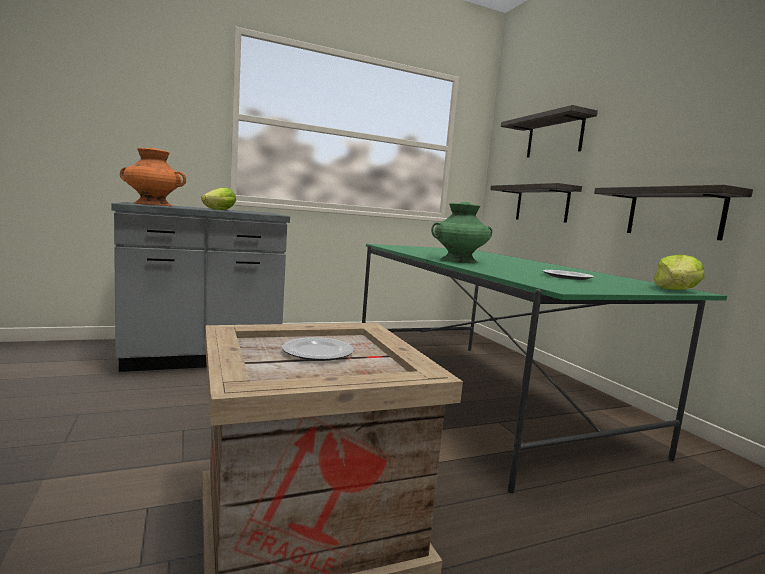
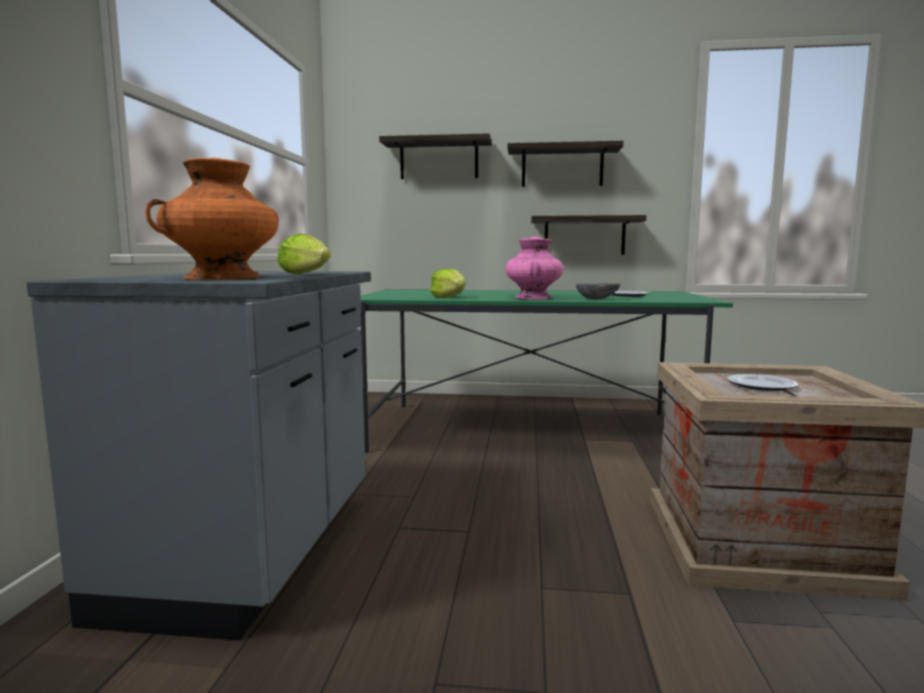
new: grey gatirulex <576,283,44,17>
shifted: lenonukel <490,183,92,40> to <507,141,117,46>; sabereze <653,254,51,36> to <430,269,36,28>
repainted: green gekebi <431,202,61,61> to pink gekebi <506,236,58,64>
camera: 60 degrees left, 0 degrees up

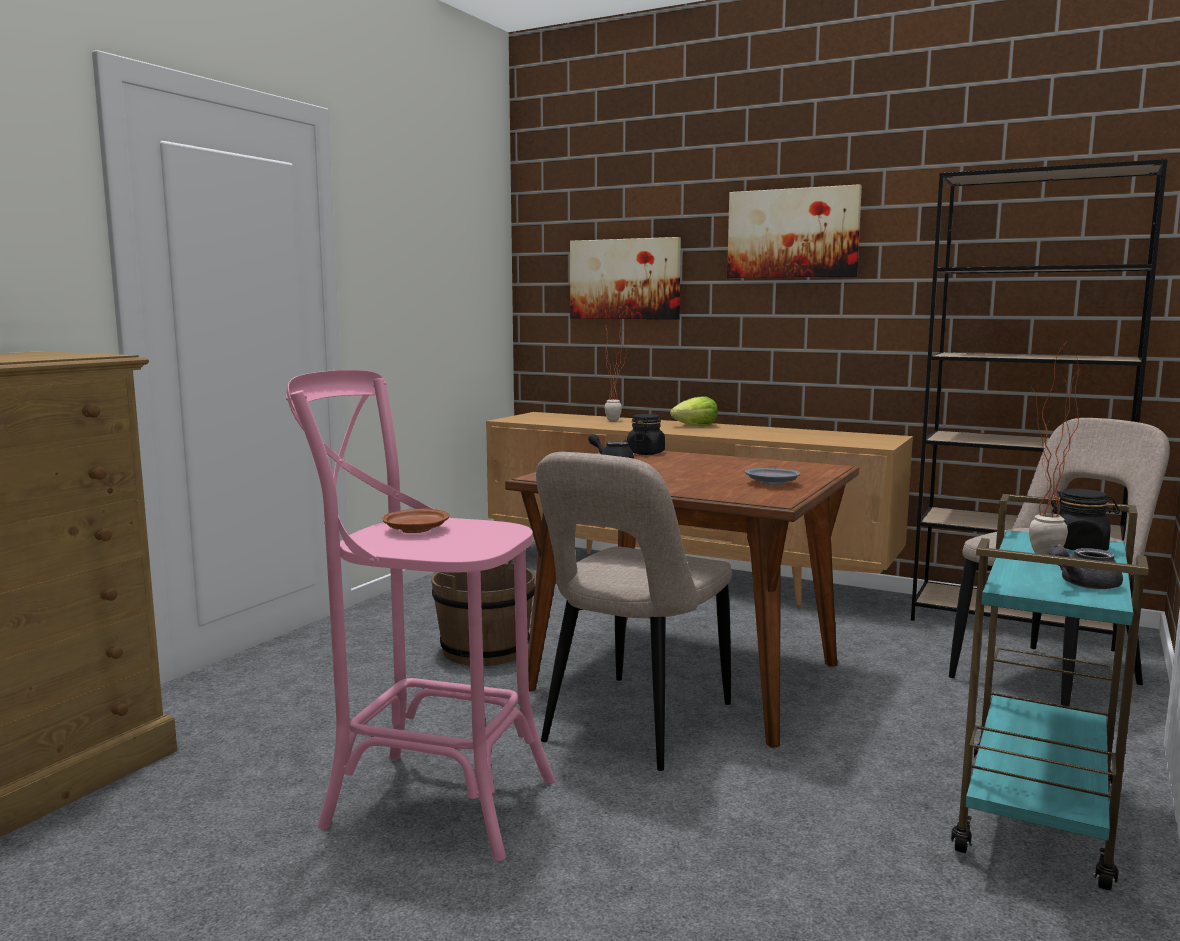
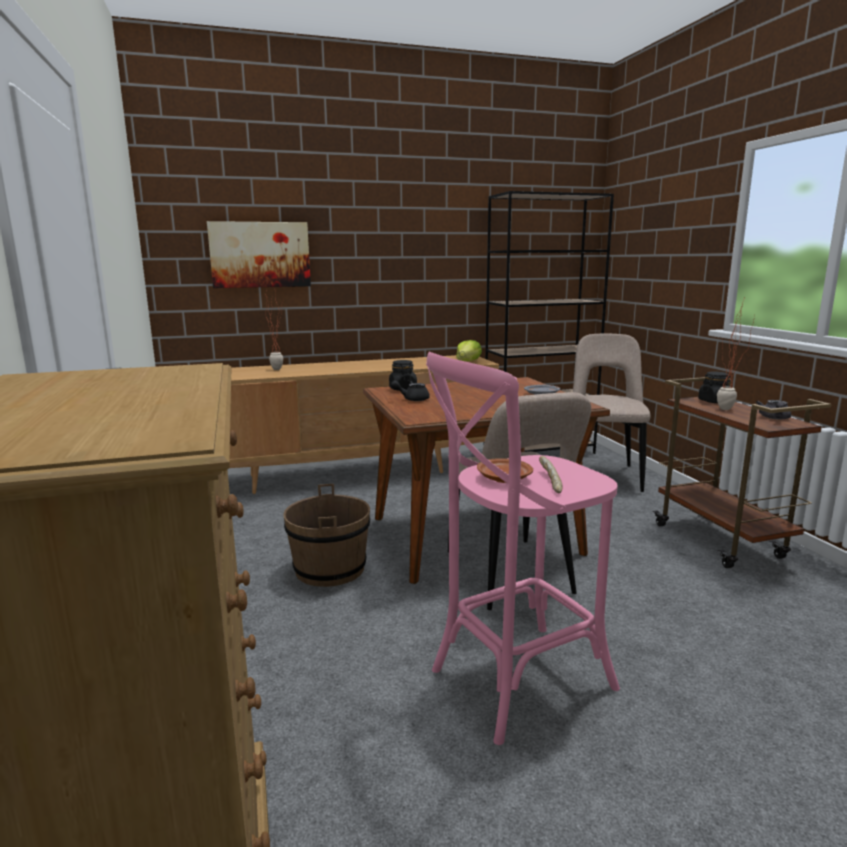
gone: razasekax <727,184,135,94>
new: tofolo <539,456,23,37>
shifted: sabereze <670,396,48,30> to <456,340,26,21>
repainted: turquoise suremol <951,494,198,397> to brown suremol <653,377,178,191>
camera: 45 degrees left, 5 degrees up

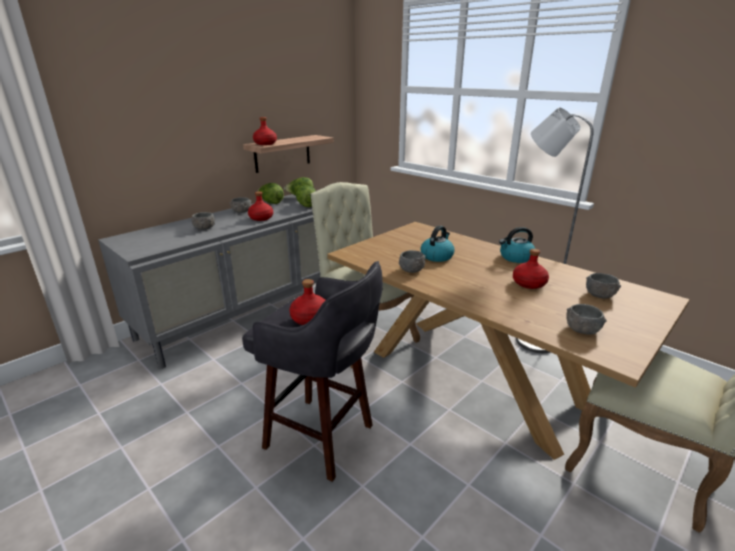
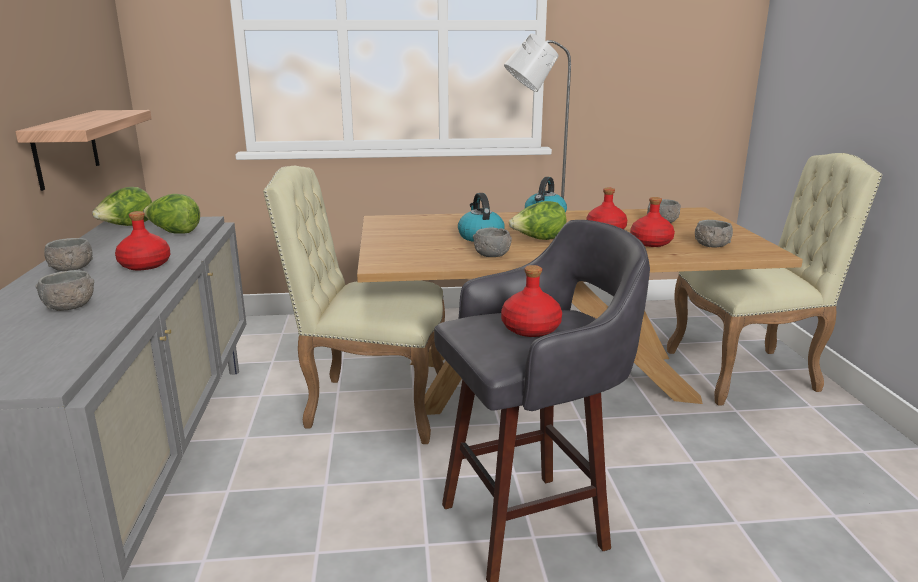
shifted: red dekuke <253,117,24,28> to <630,197,45,50>; sabereze <258,183,26,21> to <509,201,57,39>
camera: 50 degrees left, 5 degrees down

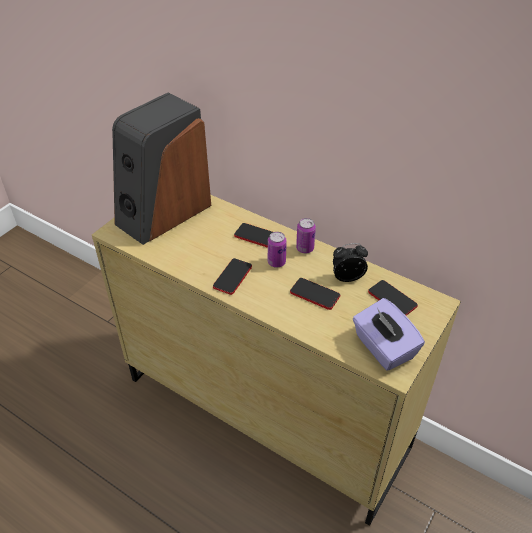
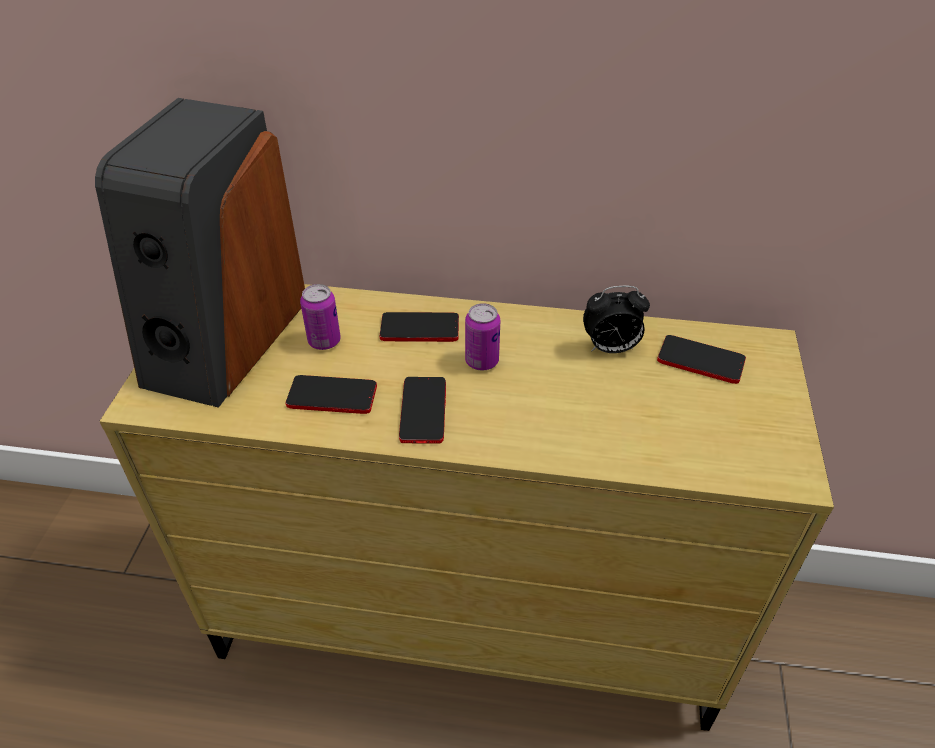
gone: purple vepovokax <353,298,72,73>
shifted: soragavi <290,278,50,32> to <286,375,91,39>; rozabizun <296,218,20,35> to <300,284,41,66>
rotated: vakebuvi <333,243,35,39> = <583,286,67,67> 150 degrees counterclockwise
camera: 25 degrees left, 0 degrees up

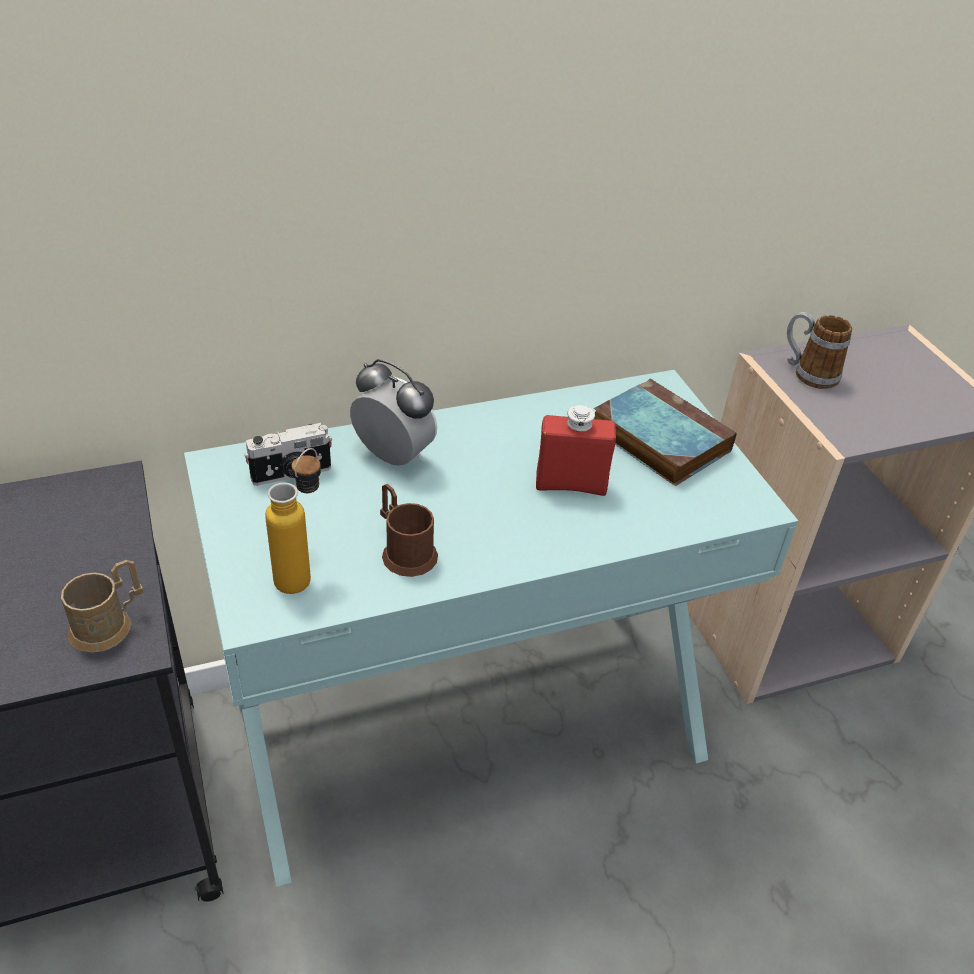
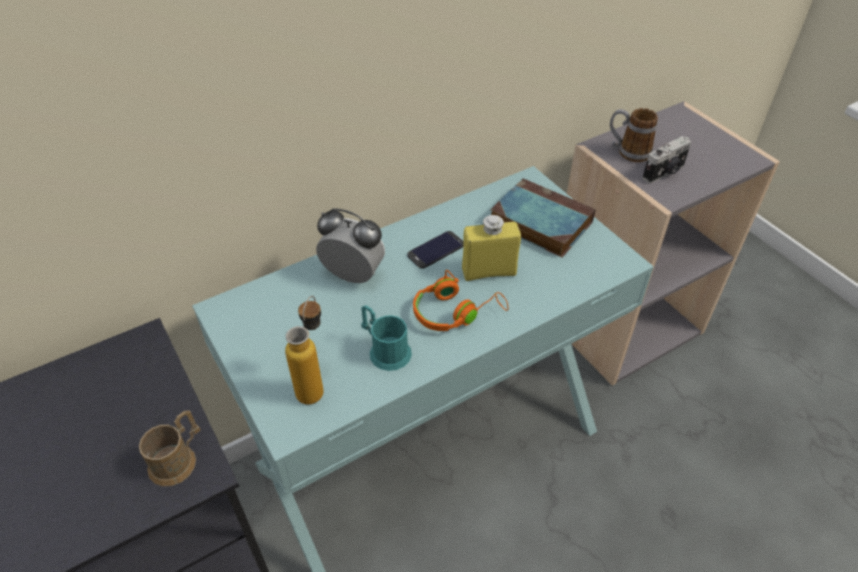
new: soragavi <407,231,57,38>; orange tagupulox <413,270,96,61>
shifted: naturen <244,423,88,63> to <642,136,50,48>
repainted: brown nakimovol <380,484,58,93> to turquoise nakimovol <361,305,51,66>; red dekuke <536,405,80,91> to yellow dekuke <462,215,59,66>
camera: 10 degrees left, 5 degrees up

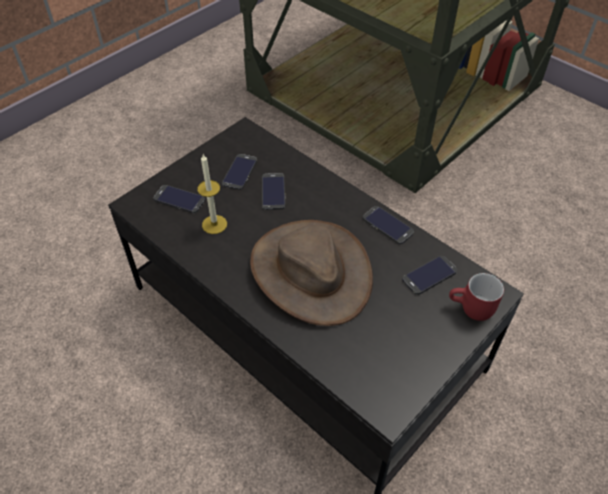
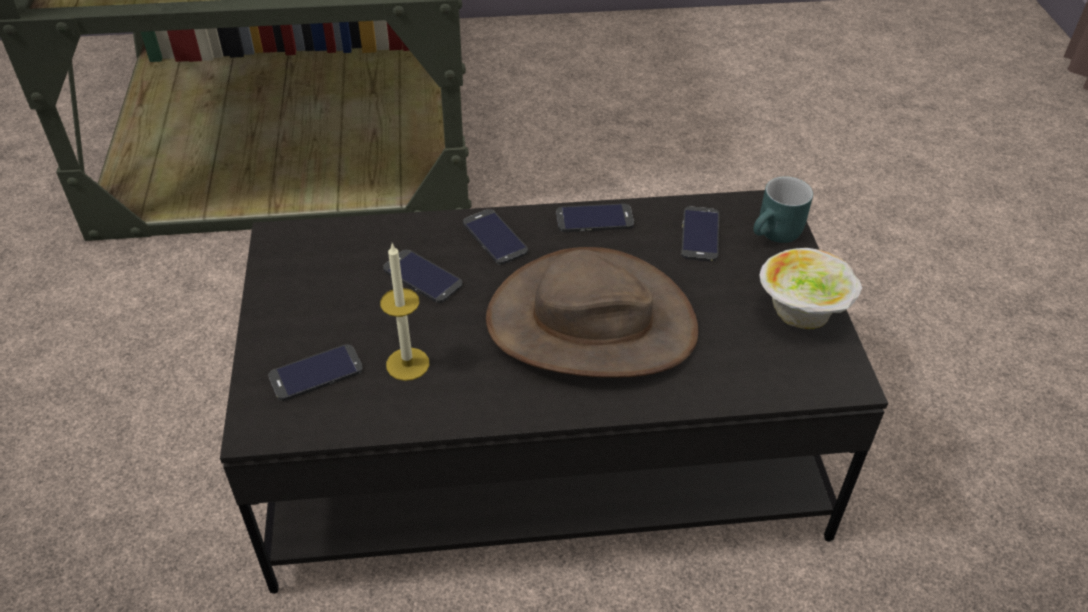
new: gatirulex <760,248,102,81>
shifted: soragavi <222,154,35,36> to <463,209,65,56>
repainted: red nakimovol <449,273,55,48> to turquoise nakimovol <753,176,60,67>
camera: 50 degrees left, 5 degrees down

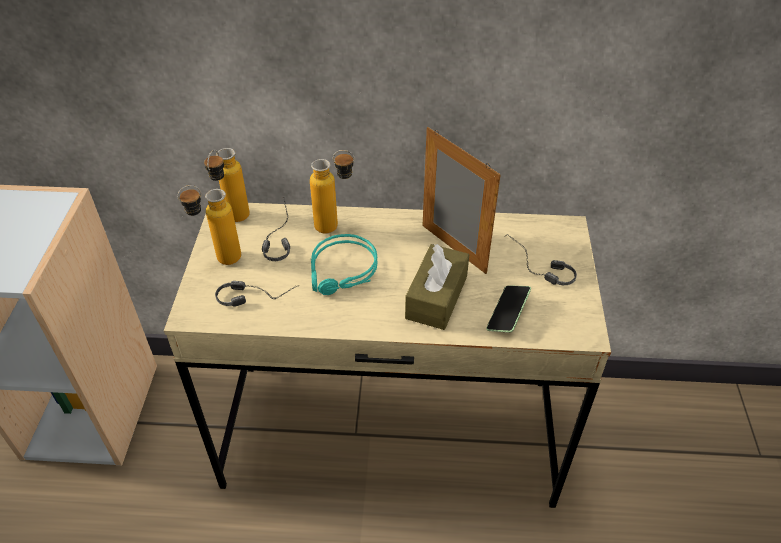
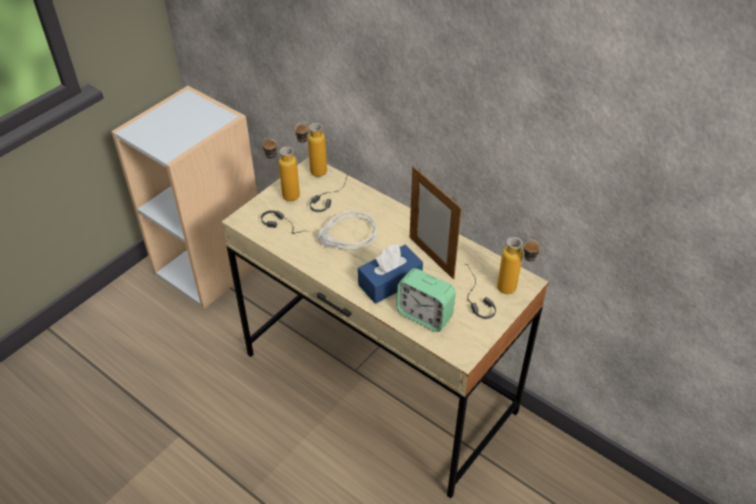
shifted: dekuke <310,150,45,84> to <497,237,43,57>
swapped: soragavi <486,285,45,48> to vakebuvi <396,268,60,64>
repainted: turquoise tagupulox <310,234,68,61> to grey tagupulox <318,211,59,40>; brown vepovokax <405,244,65,86> to blue vepovokax <358,244,65,60>
rotated: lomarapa <422,127,79,147> = <410,166,52,113> 150 degrees clockwise
camera: 35 degrees right, 0 degrees up

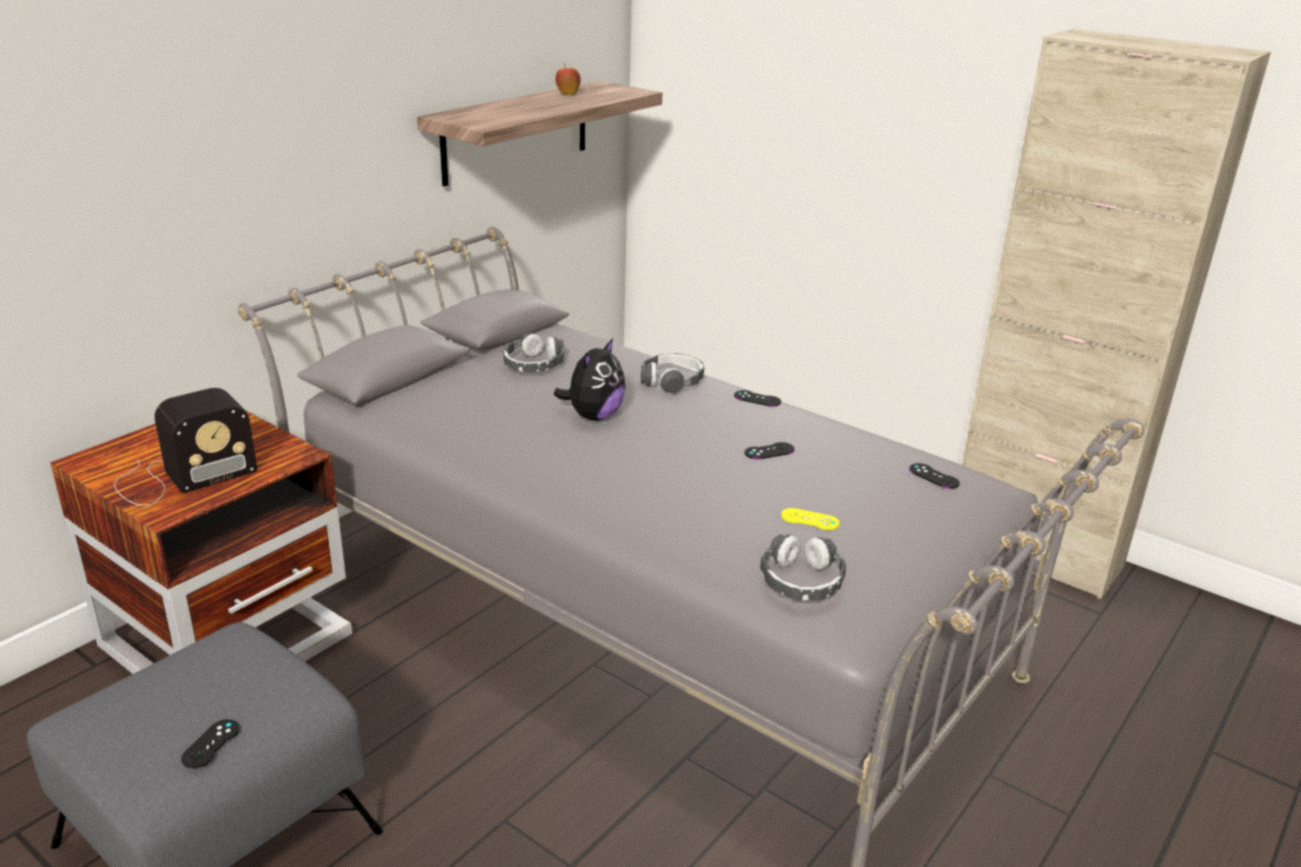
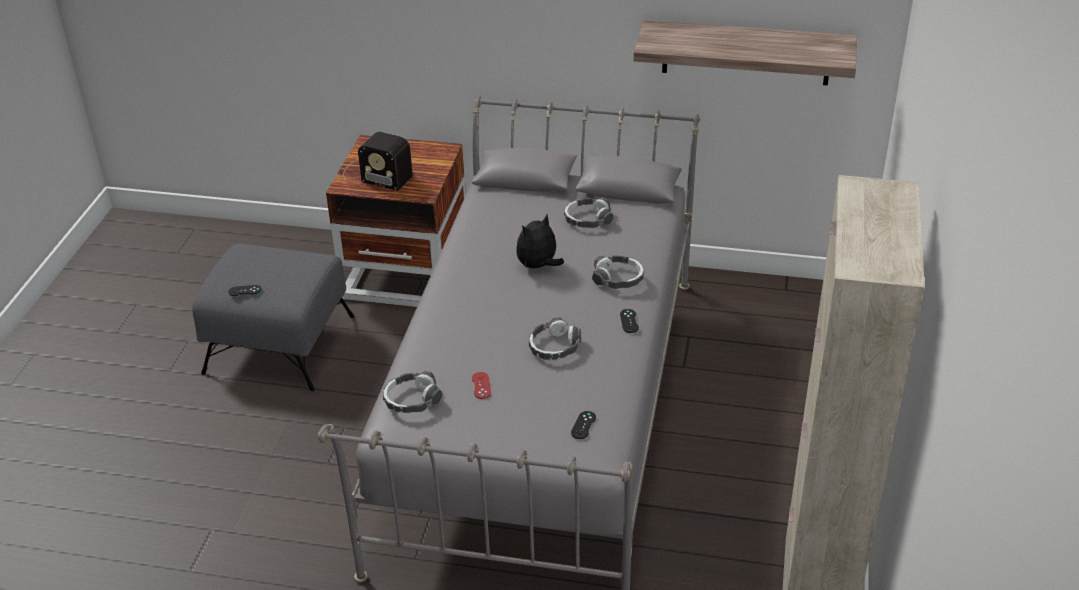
gone: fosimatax <555,63,26,32>
swapped: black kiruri <745,442,49,18> to tagupulox <529,317,52,43>
repainted: yellow kiruri <781,508,59,22> to red kiruri <472,372,19,27>
rotated: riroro <554,338,71,83> = <516,214,48,54> 135 degrees clockwise
camera: 65 degrees right, 10 degrees up

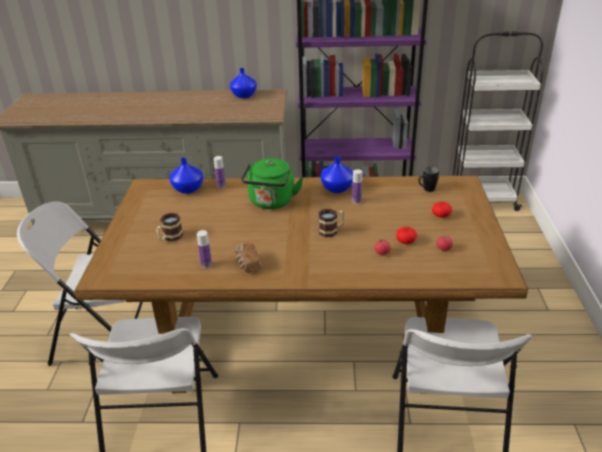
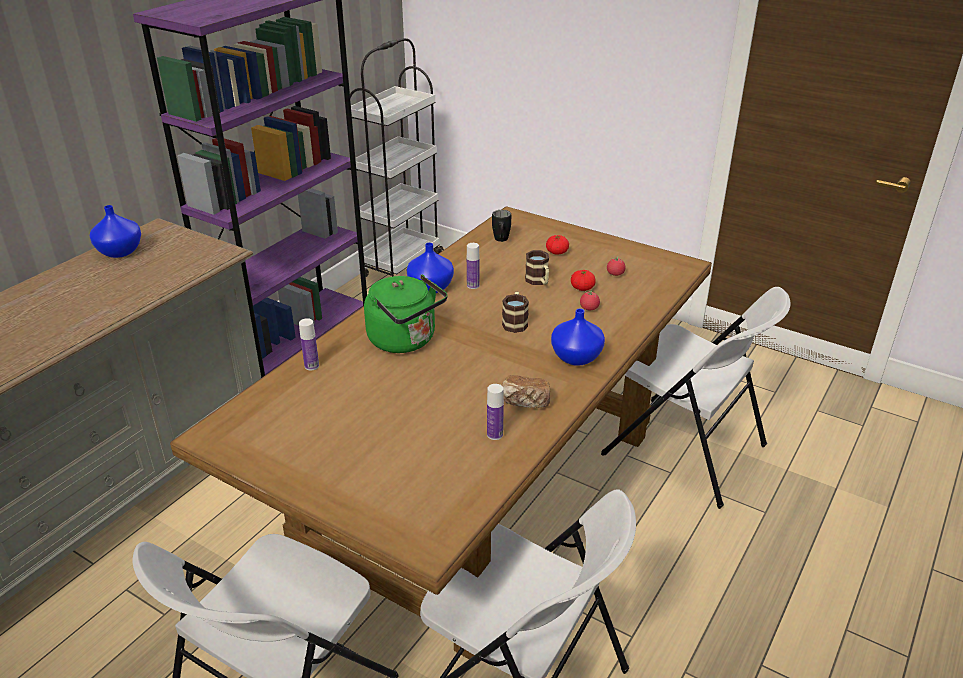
shifted: nakimovol <156,213,27,28> to <525,250,24,35>; blue gekebi <170,158,33,36> to <551,309,54,57>
camera: 60 degrees left, 0 degrees up

